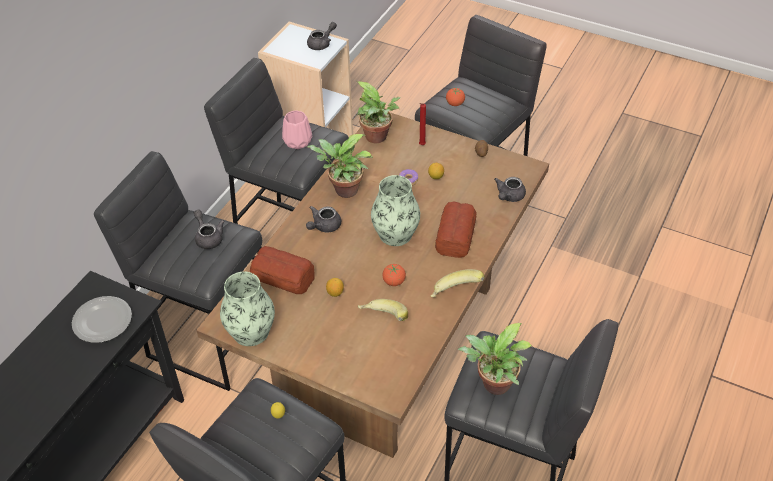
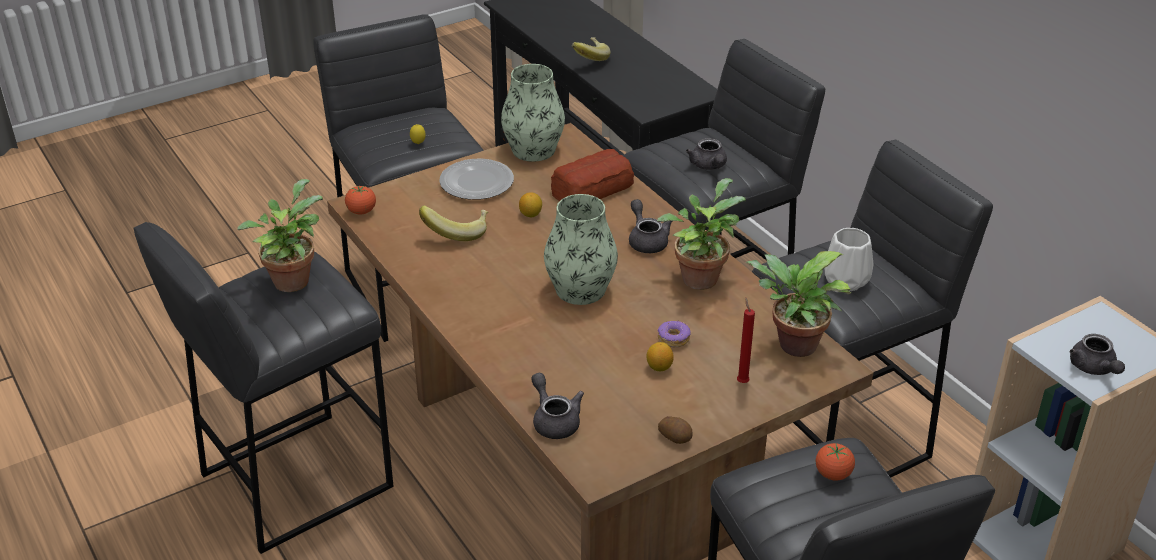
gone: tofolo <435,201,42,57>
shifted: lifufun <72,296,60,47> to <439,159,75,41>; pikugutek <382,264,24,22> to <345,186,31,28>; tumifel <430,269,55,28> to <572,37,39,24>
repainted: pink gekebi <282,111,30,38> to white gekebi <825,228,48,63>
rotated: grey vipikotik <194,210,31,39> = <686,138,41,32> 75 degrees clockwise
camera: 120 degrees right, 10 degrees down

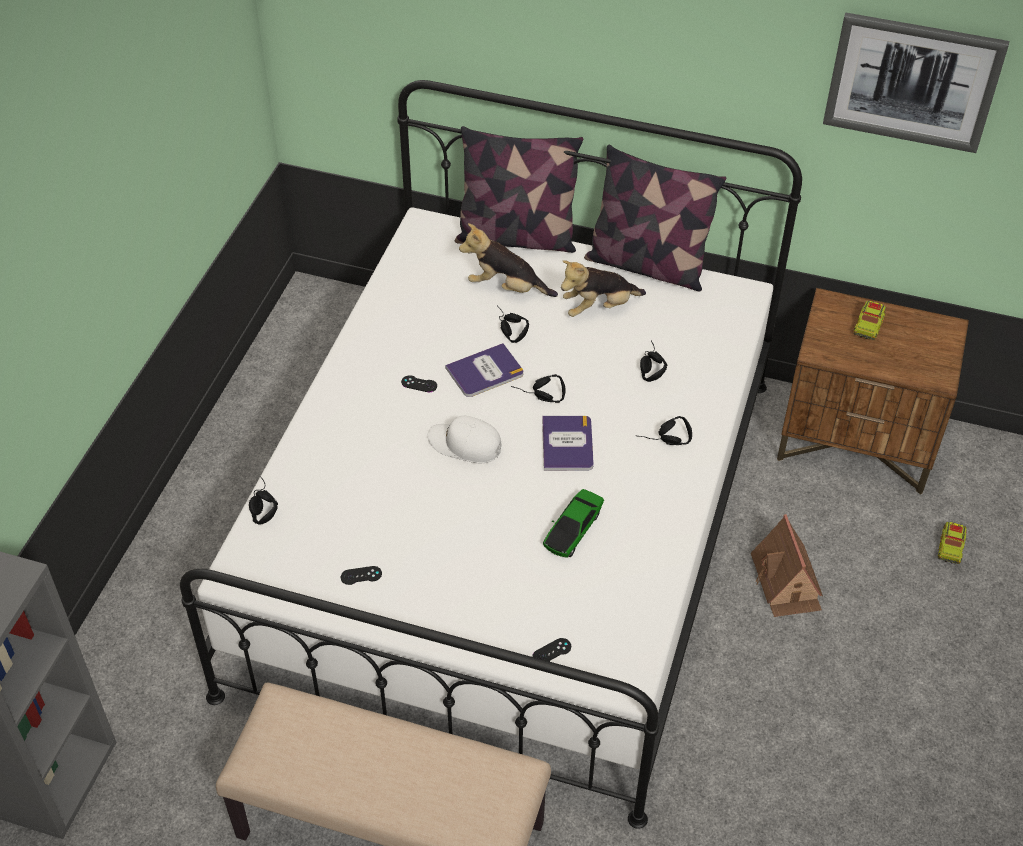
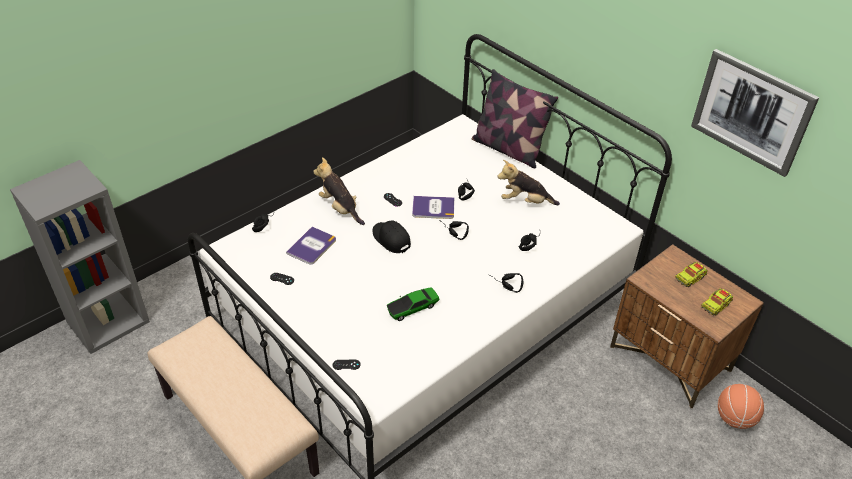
gone: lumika <584,145,142,146>; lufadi <751,514,72,103>
new: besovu <718,384,46,45>
shifted: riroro <459,223,99,74> to <313,157,52,68>; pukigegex <542,416,52,55> to <286,226,50,39>; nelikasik <938,522,29,42> to <701,288,32,28>
repainted: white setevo <427,416,75,47> to black setevo <373,221,38,32>
camera: 30 degrees right, 5 degrees down

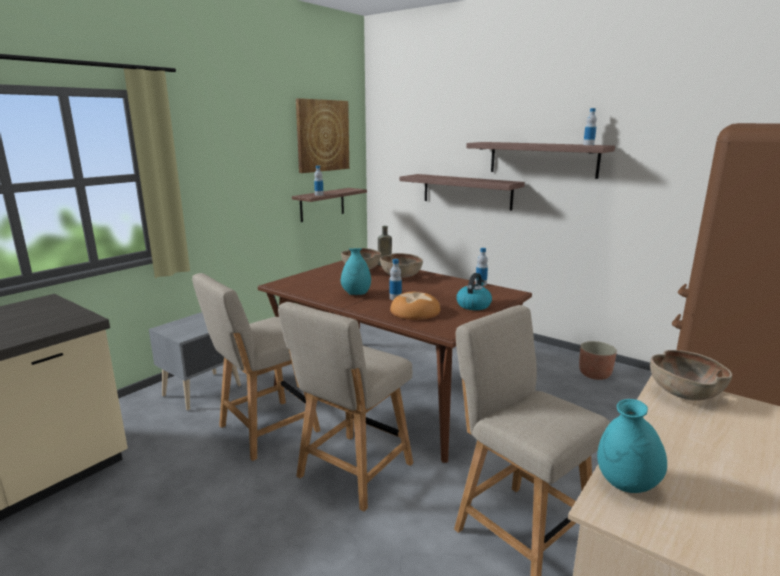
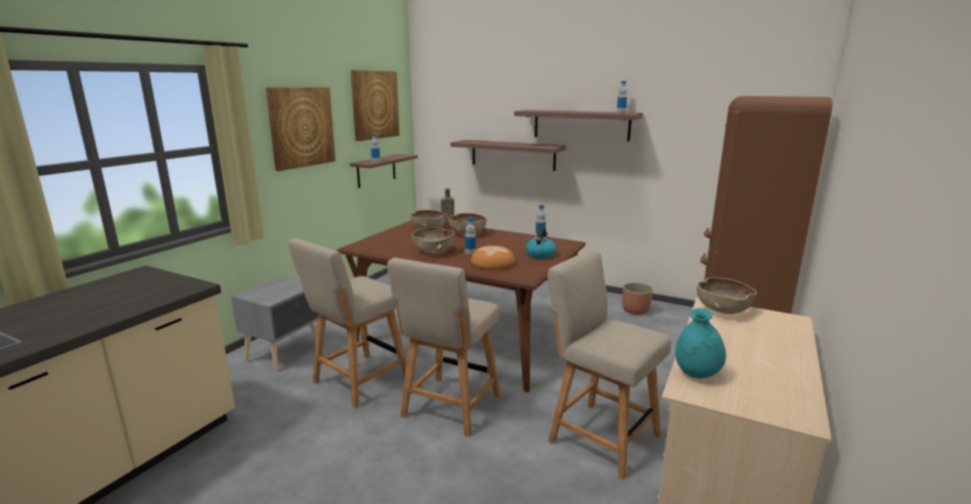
new: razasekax <266,87,70,84>
swapped: turquoise gekebi <341,248,30,47> to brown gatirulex <412,227,42,27>
camera: 10 degrees left, 0 degrees up

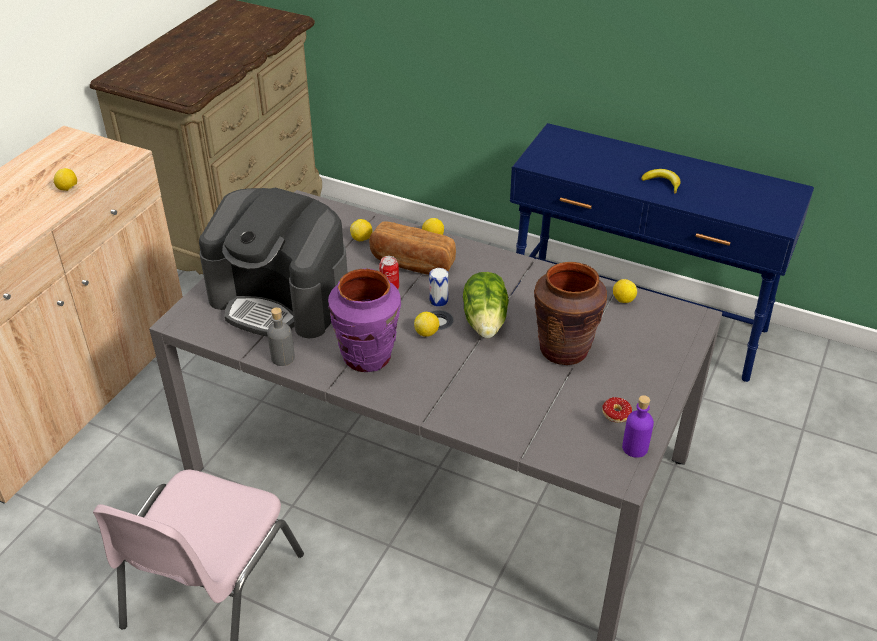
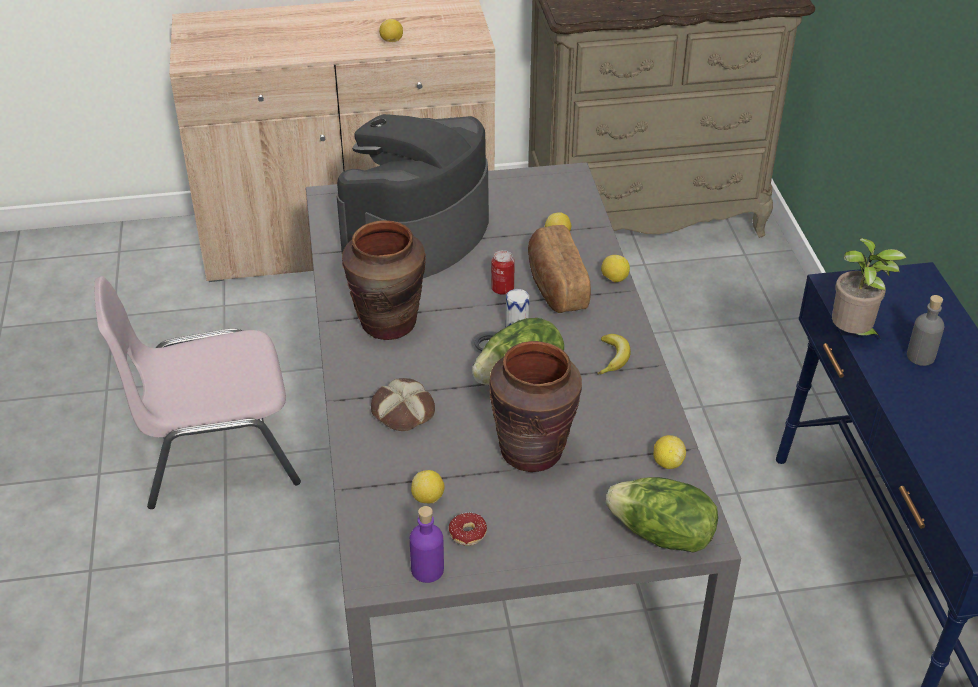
new: tofolo <371,378,64,53>; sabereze <606,477,112,76>; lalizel <832,238,75,100>
shifted: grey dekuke <267,307,28,59> to <907,295,37,71>; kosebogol <414,312,25,25> to <411,470,33,33>; tumifel <641,169,40,24> to <597,334,34,41>
repainted: purple gekebi <328,269,73,103> to brown gekebi <342,220,84,120>
rotated: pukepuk <199,188,149,150> = <337,114,152,164> 45 degrees clockwise
camera: 55 degrees right, 0 degrees up

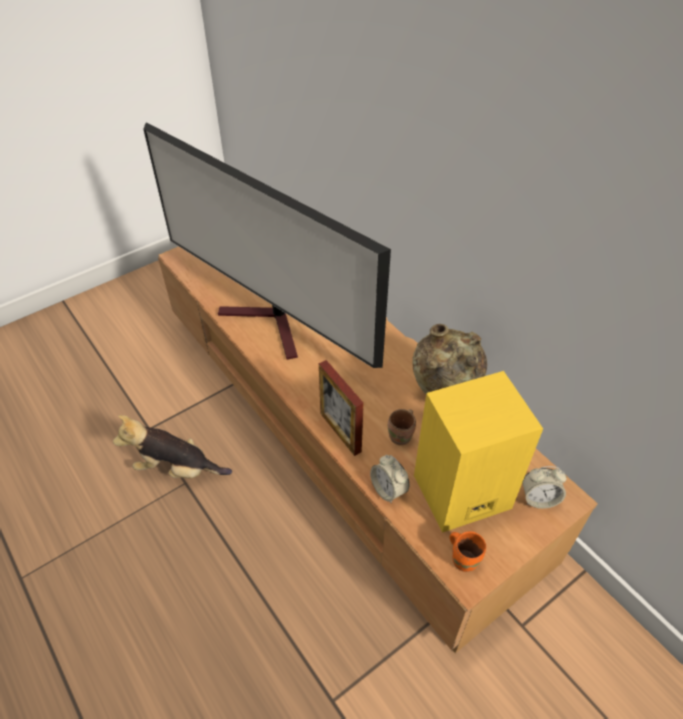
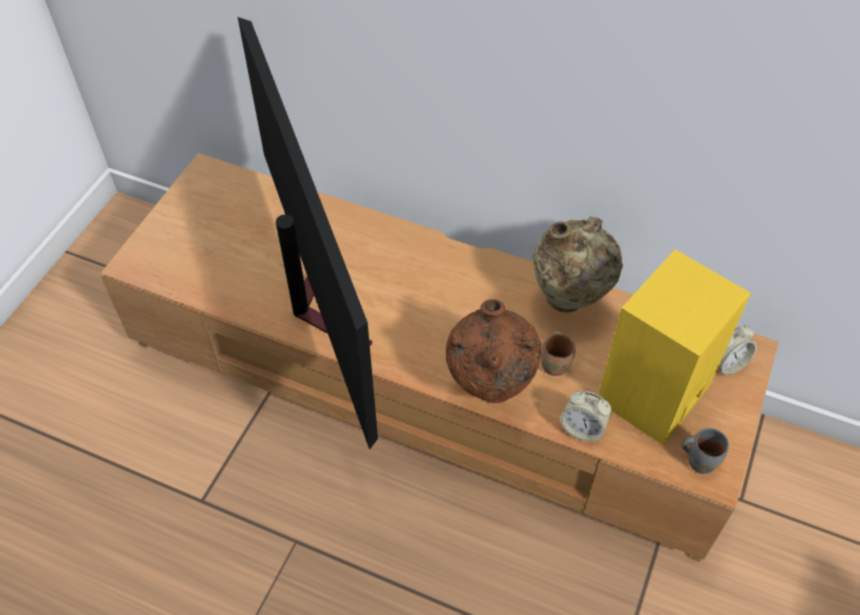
gone: riroro <113,415,119,63>
swapped: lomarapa <319,360,45,96> to brown gekebi <446,299,95,104>
repainted: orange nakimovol <449,531,37,41> to grey nakimovol <681,428,48,46>
rotated: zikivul <143,122,248,246> = <238,17,140,433> 120 degrees counterclockwise
camera: 30 degrees left, 5 degrees up

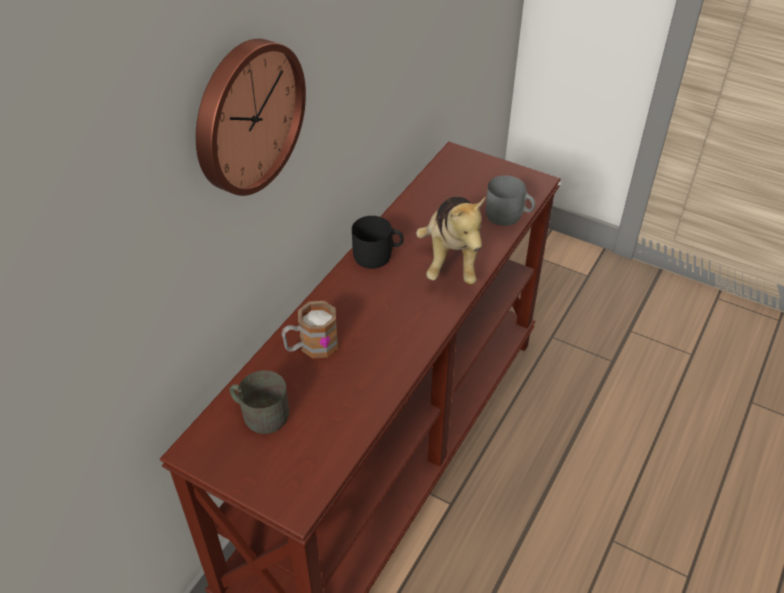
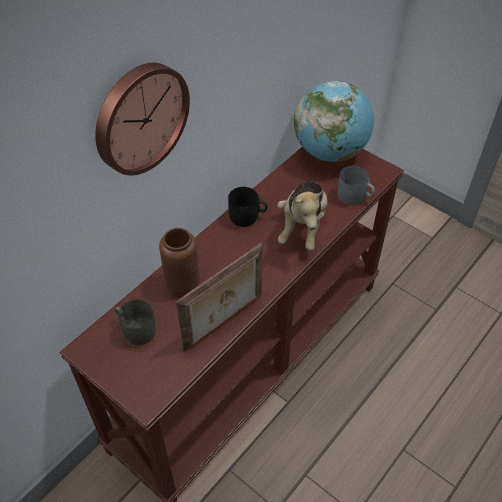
new: lomarapa <176,243,86,108>; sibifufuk <294,81,80,81>
swapped: nakimovol <281,301,57,58> to brown gekebi <159,228,41,66>
camera: 10 degrees right, 5 degrees up

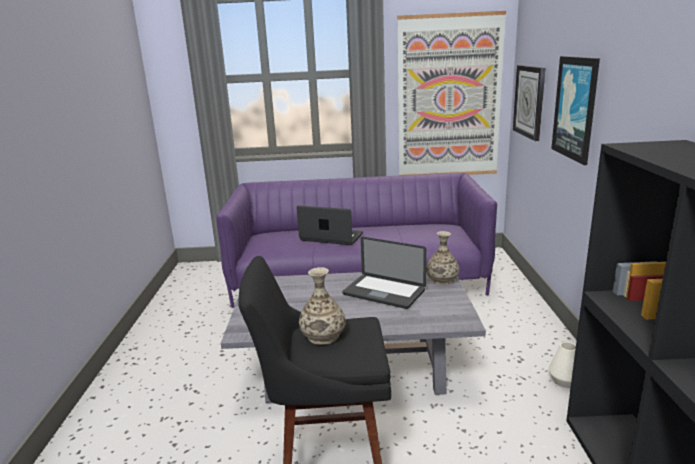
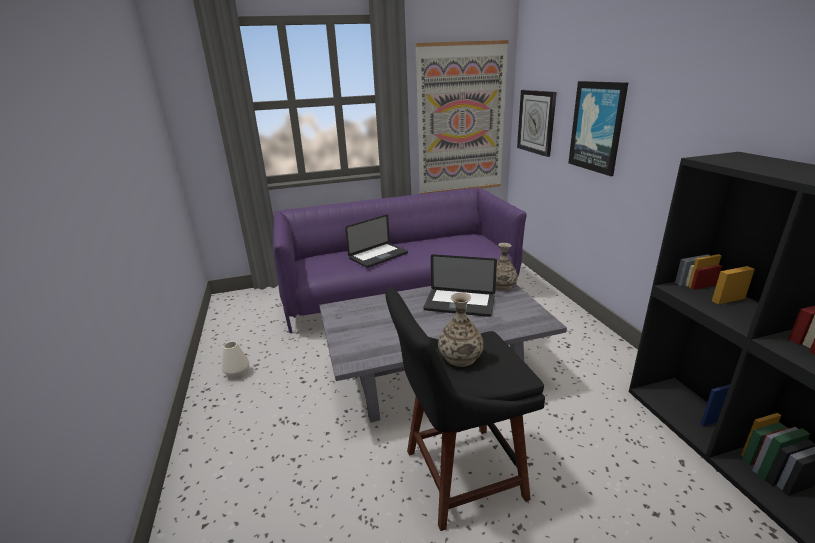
shifted: white gekebi <549,342,27,46> to <222,341,27,38>
rotated: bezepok <297,206,66,39> = <345,215,63,53> 135 degrees clockwise
camera: 15 degrees left, 5 degrees up

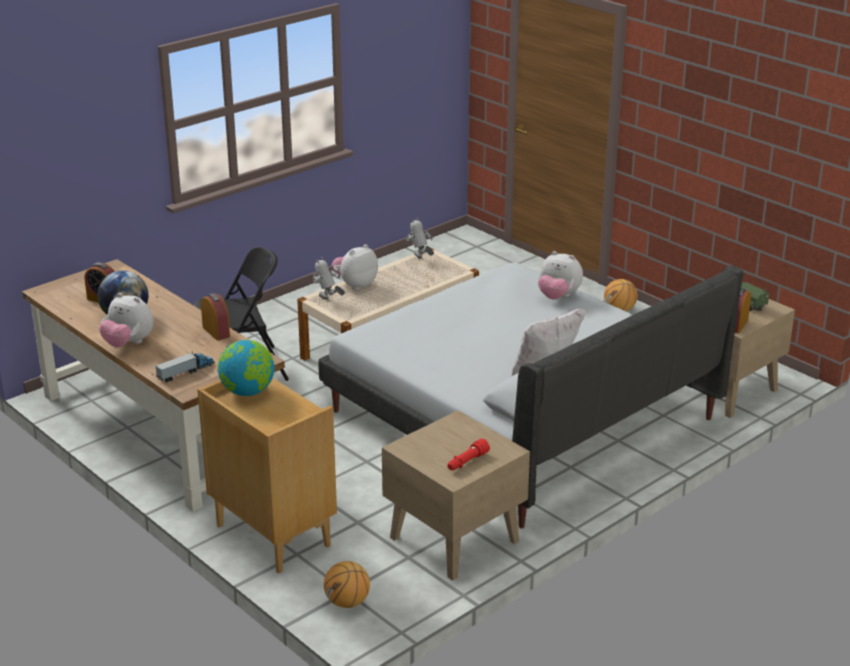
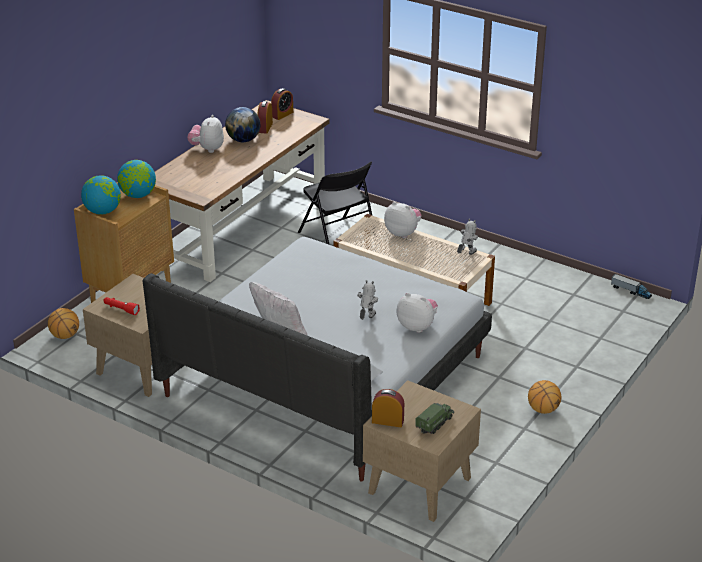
new: sibifufuk <81,175,40,40>
shifted: nelikasik <156,351,59,32> to <611,274,41,25>; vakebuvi <201,293,29,48> to <271,88,22,32>; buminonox <313,257,32,43> to <357,280,21,40>
rotated: riroro <538,251,45,48> = <397,293,41,40> 105 degrees clockwise
camera: 75 degrees right, 5 degrees up

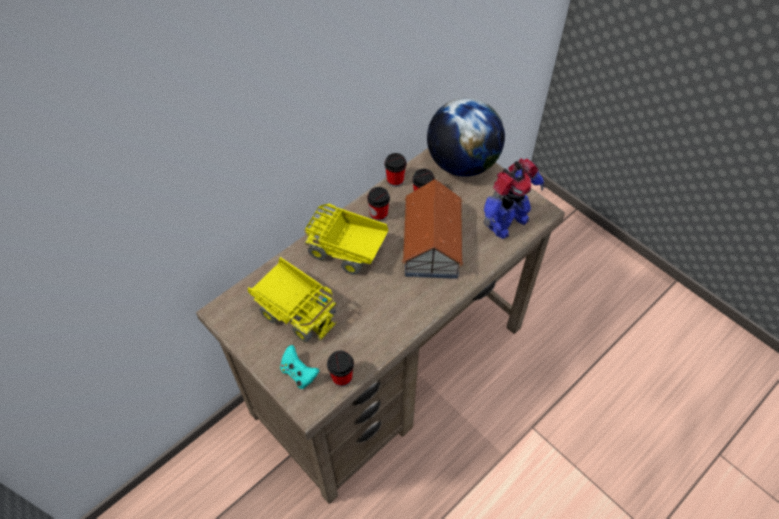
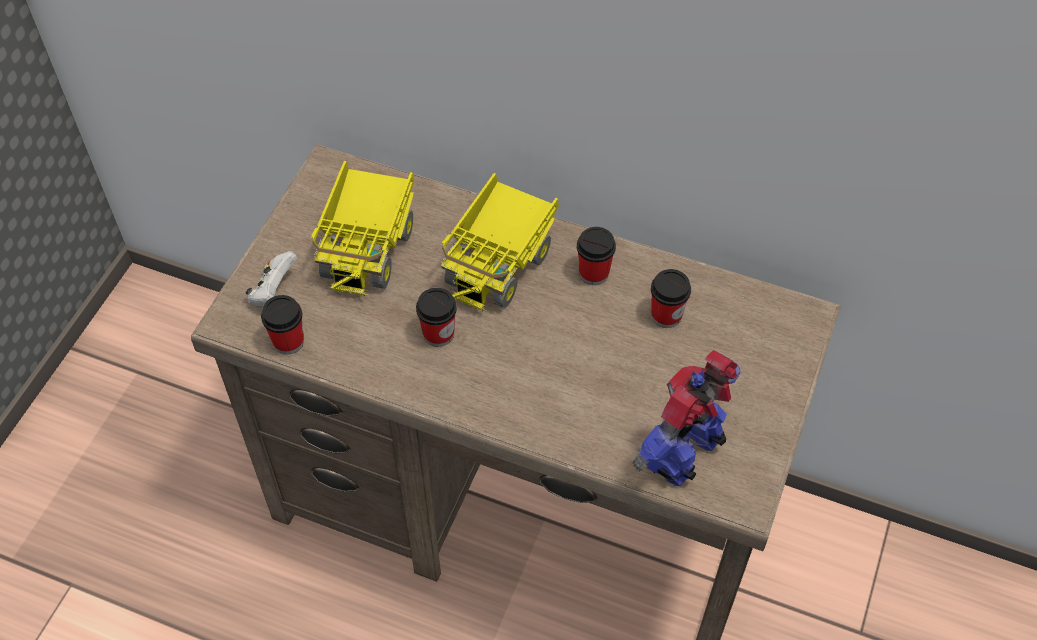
gone: lufadi <402,179,61,100>; sibifufuk <427,98,78,79>
shifted: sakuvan <385,153,22,34> to <416,288,41,59>
repainted: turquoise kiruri <280,345,40,44> to white kiruri <246,251,51,55>
rotated: nelikasik <304,204,84,71> = <441,173,118,139> 150 degrees counterclockwise; buminonox <483,158,62,81> = <632,350,109,136> 105 degrees clockwise
camera: 65 degrees right, 0 degrees up

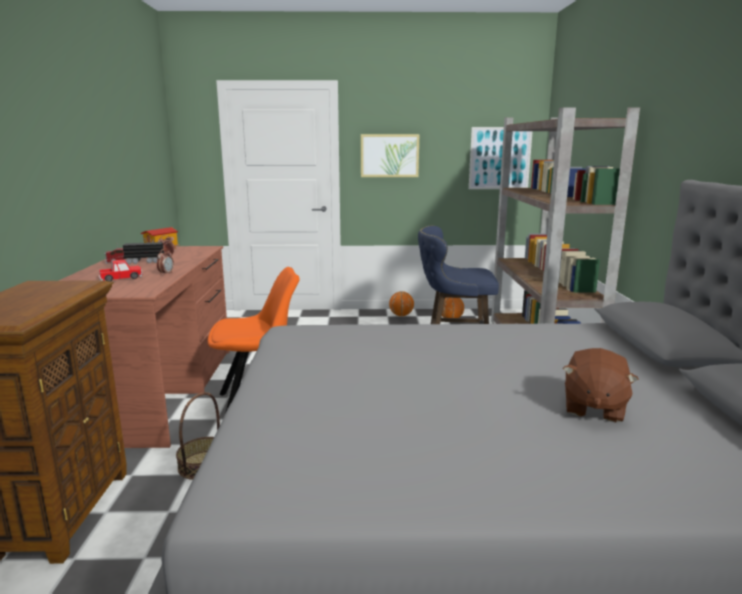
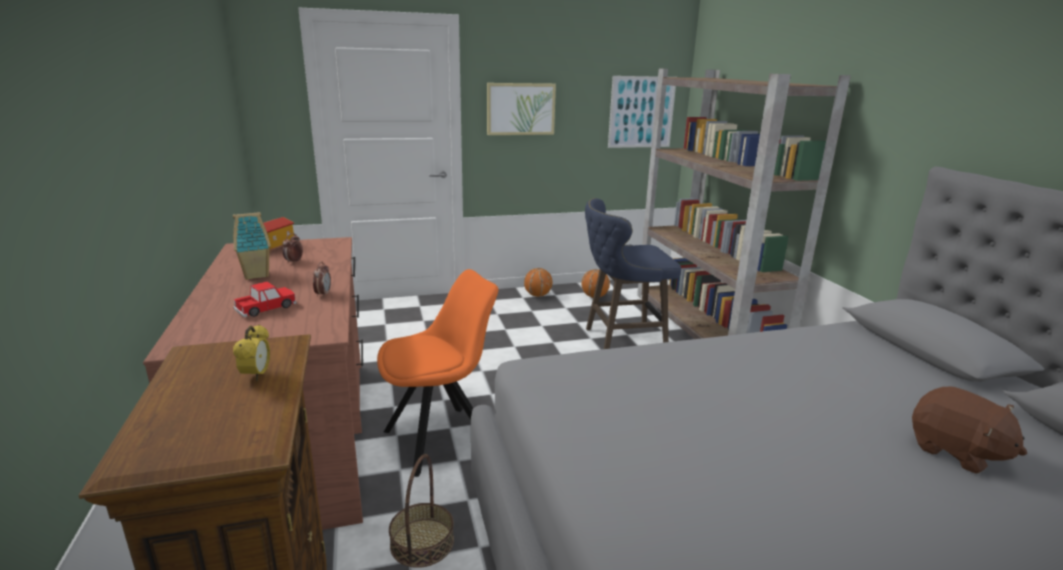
new: vakebuvi <233,325,37,57>
swapped: nelikasik <104,242,60,22> to lufadi <233,212,38,68>
rotated: brown riroro <563,348,76,75> = <912,387,115,87> 45 degrees counterclockwise
camera: 15 degrees left, 5 degrees up

